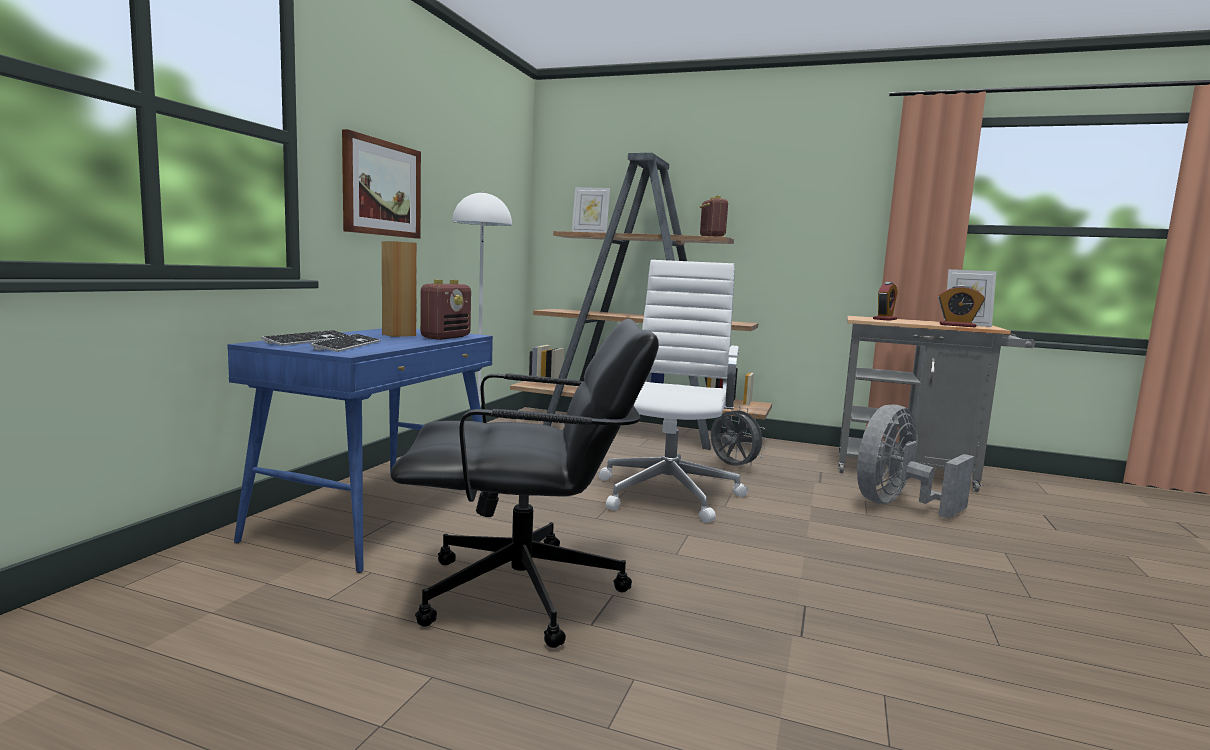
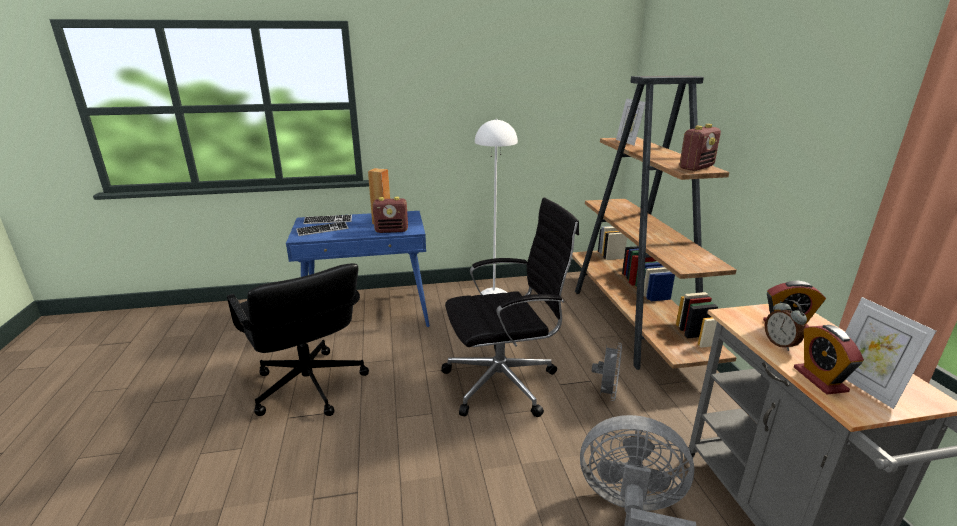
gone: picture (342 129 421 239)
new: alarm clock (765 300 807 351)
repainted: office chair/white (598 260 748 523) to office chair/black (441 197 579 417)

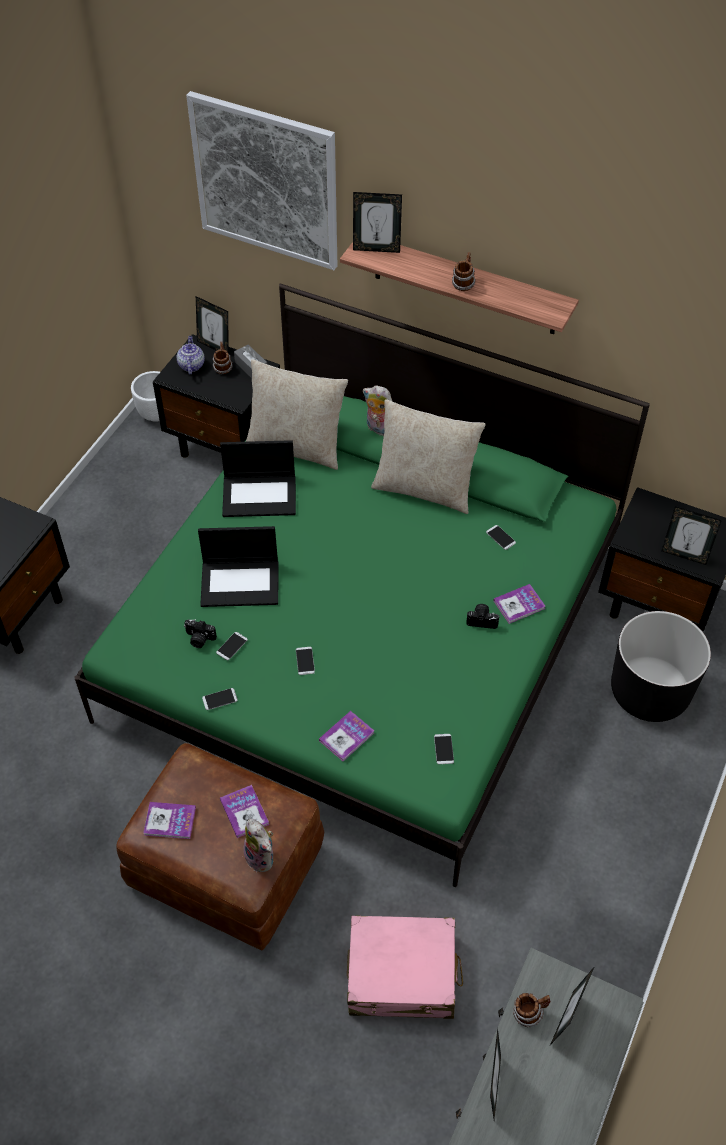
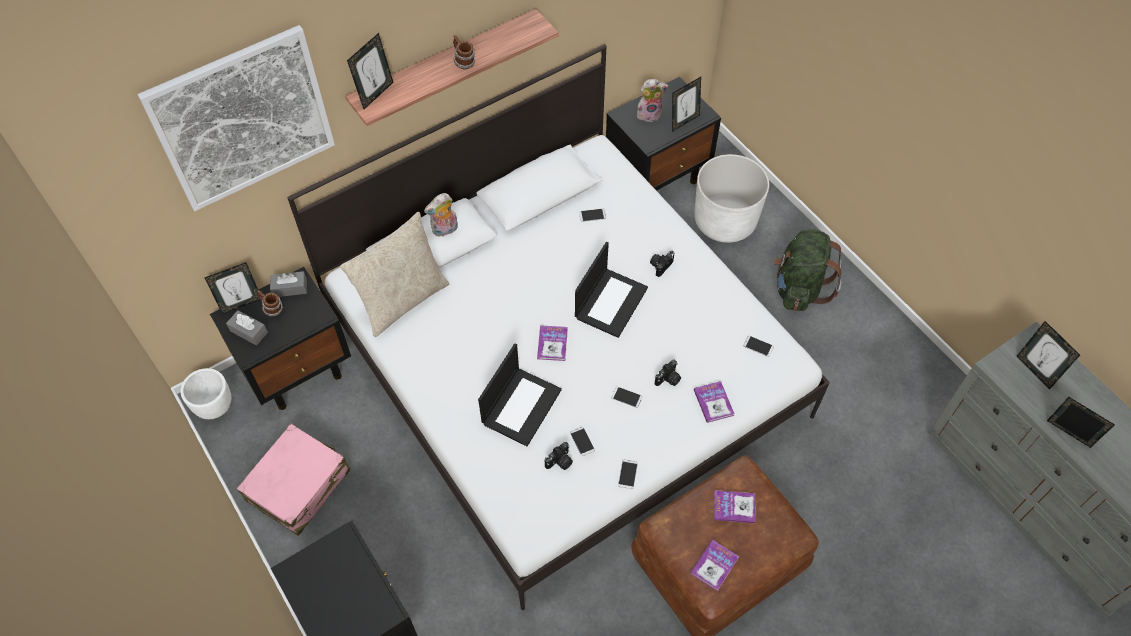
gone: pillow/beige (371 399 486 514); mug (513 993 550 1027)
new: photo camera (655 360 681 386); backpack/green (773 229 842 311)
shifted: suitcase/pink (347 916 463 1019) to (237 424 350 536); book (494 584 545 624) to (537 325 568 361); laptop (220 440 296 517) to (575 242 648 338); plush toy (243 819 273 872) to (637 79 669 122)
swapped: teapot (177 336 205 374) to tissue box/grey (226 310 268 345)
repainted: bed/green (74 284 650 887) to bed/white (287 44 830 610); planter/black (611 611 711 722) to planter/white (694 154 769 243)

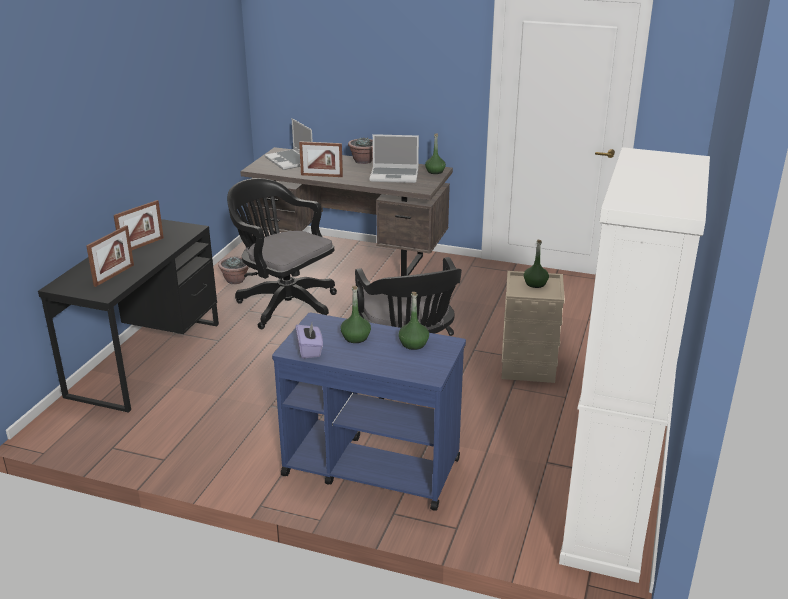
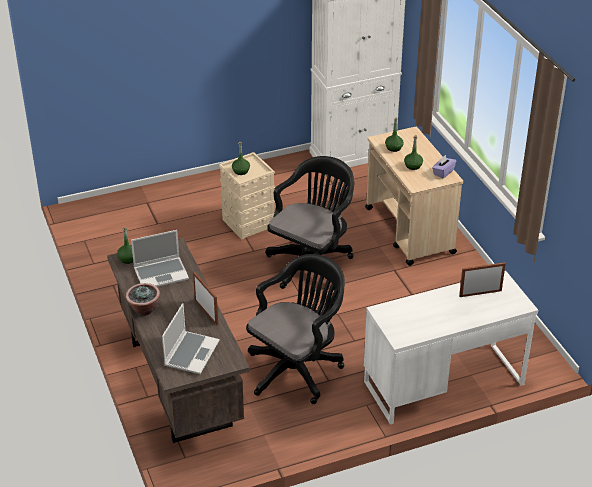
gone: picture frame (114 200 164 250); potted plant (218 257 248 284)
repainted: desk/black (38 219 219 413) to desk/white (364 271 538 425); cart/blue (272 313 466 511) to cart/beige (365 127 463 266)
rotated: laptop (369 134 419 183) = (131 230 189 287) 105 degrees clockwise; office chair/black (227 178 337 329) = (246 254 345 404) 135 degrees counterclockwise

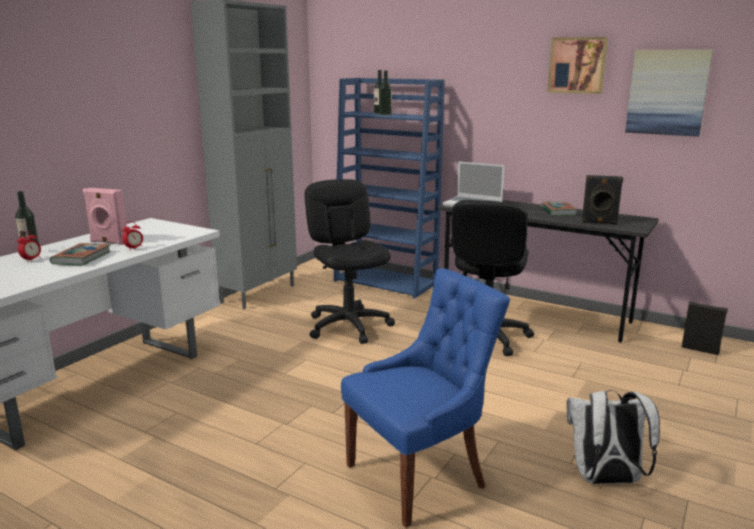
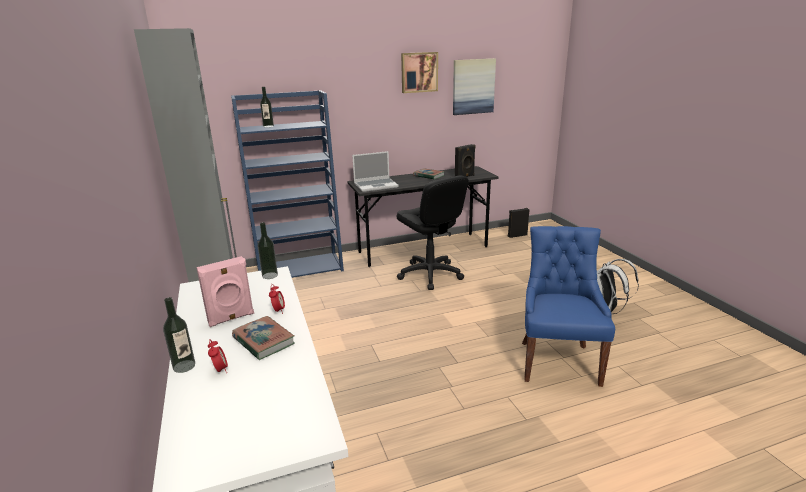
gone: office chair/black (304 179 395 344)
shifted: bottle (380 70 392 116) to (258 222 278 279)

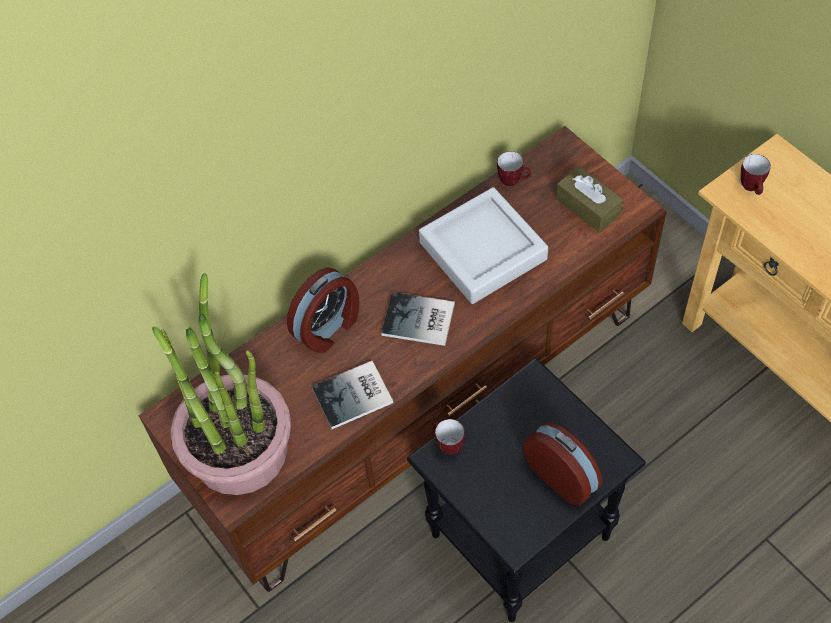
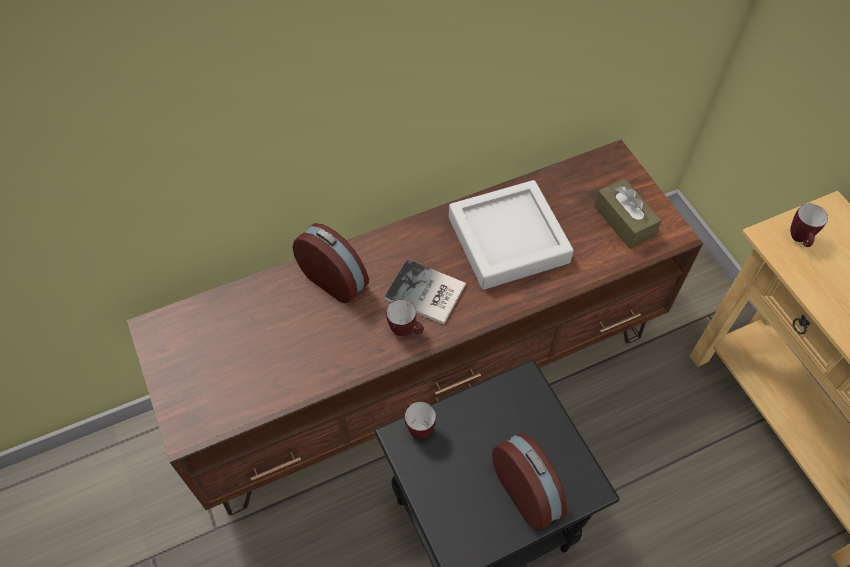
gone: potted plant (152 273 291 495); book (312 361 393 429)
shifted: mug (497 151 531 186) to (386 299 424 336)
rotated: alarm clock (287 267 359 353) = (292 223 369 303) 105 degrees counterclockwise

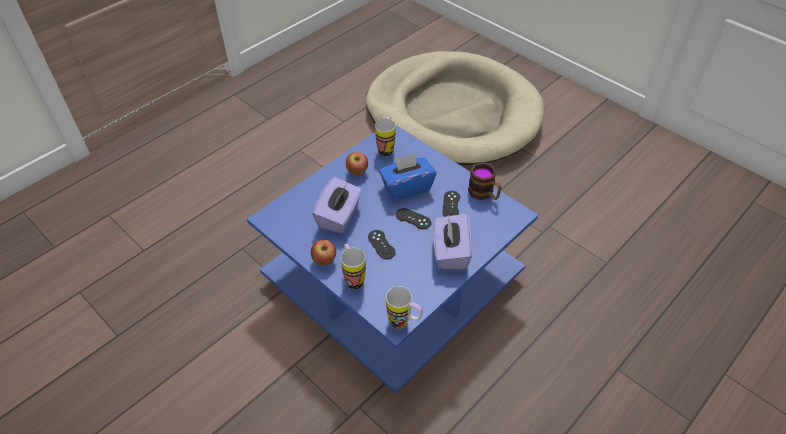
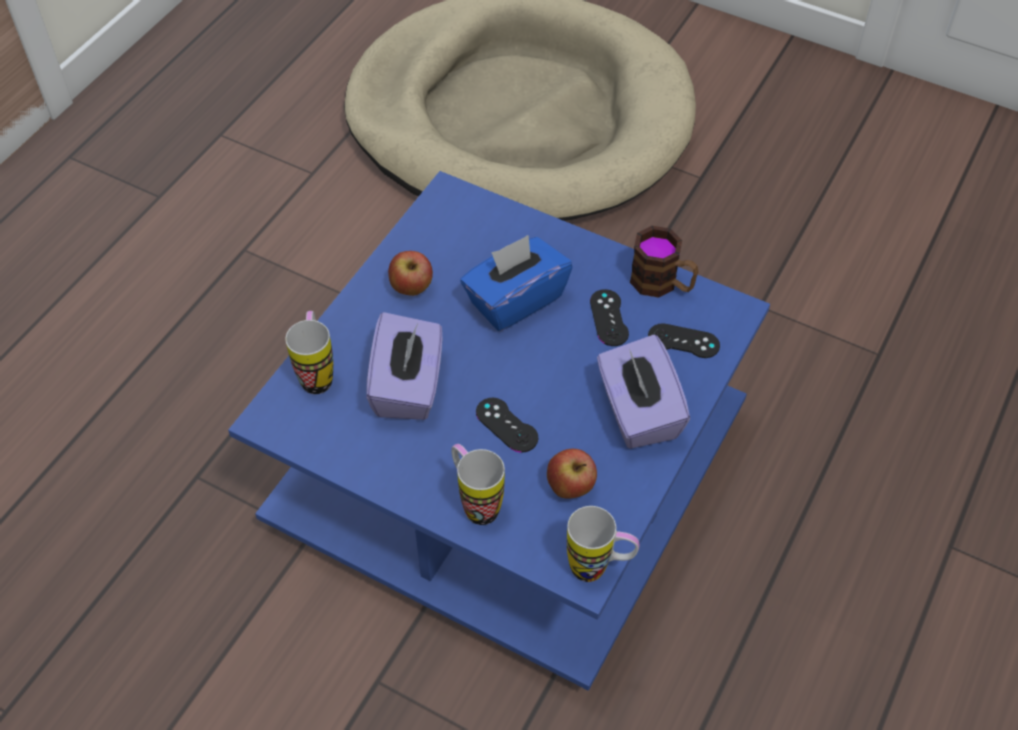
shifted: mug (375 116 396 157) to (285 311 333 394); apple (311 240 336 265) to (547 449 597 498); game controller/black (396 208 431 229) to (648 323 720 358)

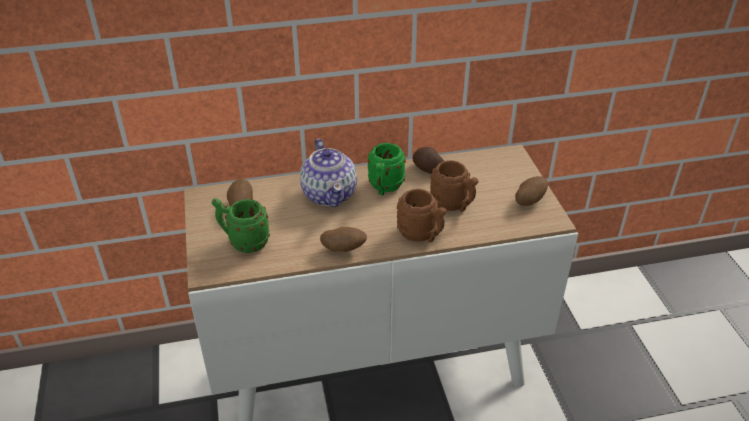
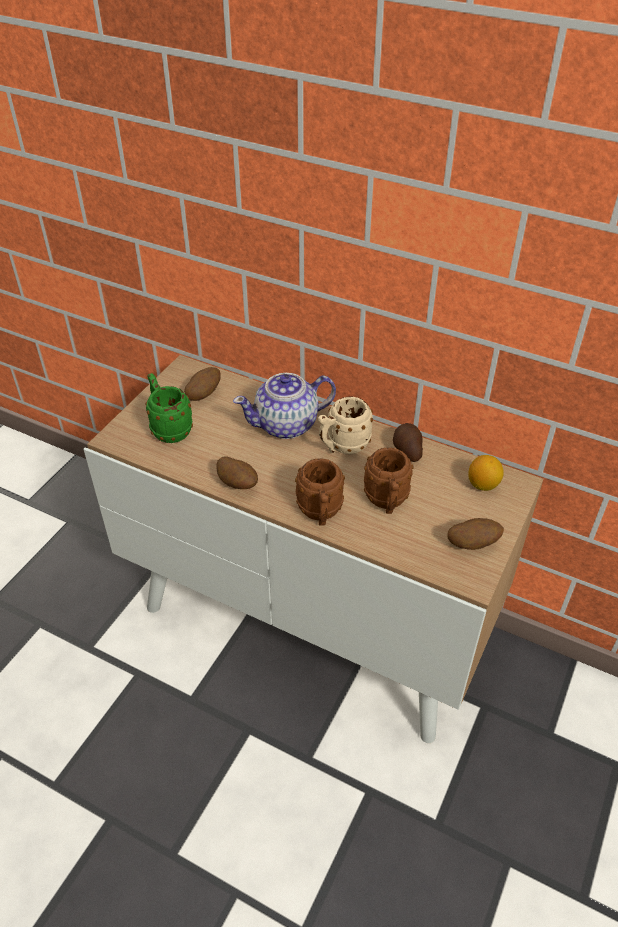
new: lemon (468 455 504 491)
repainted: mug/green (368 143 406 196) to mug/beige (318 397 373 454)
rotated: teapot (300 139 357 207) = (233 373 336 439) 45 degrees clockwise

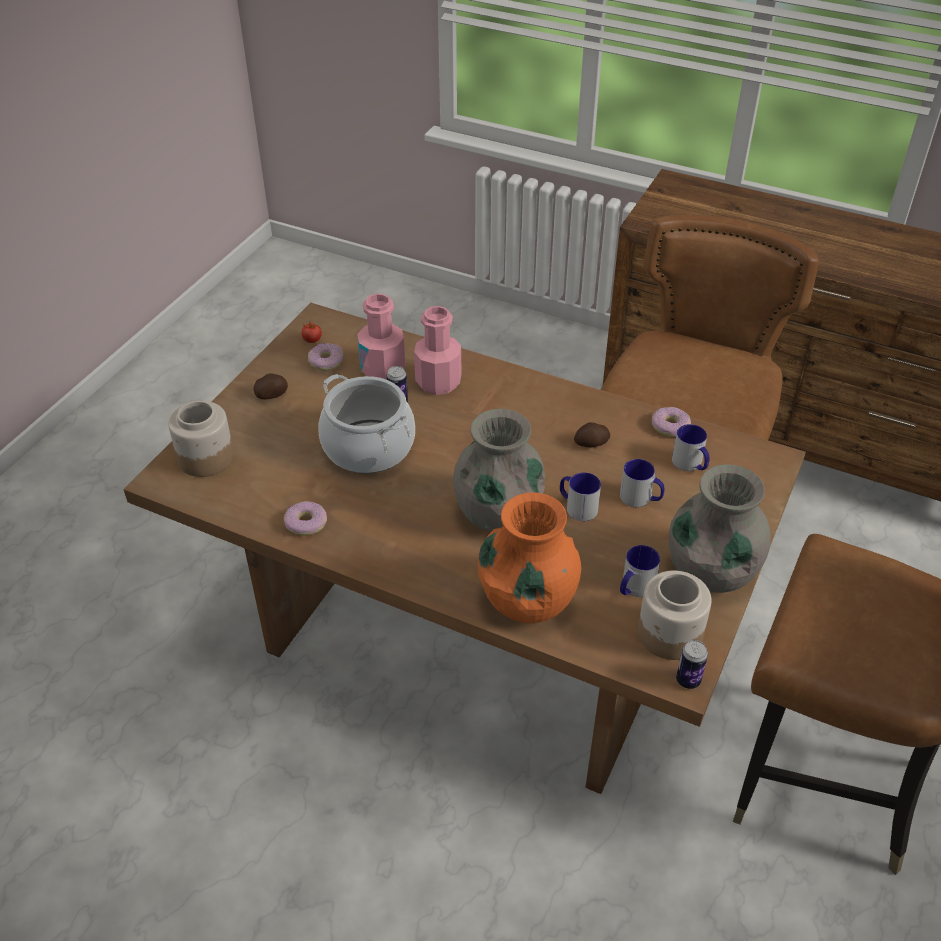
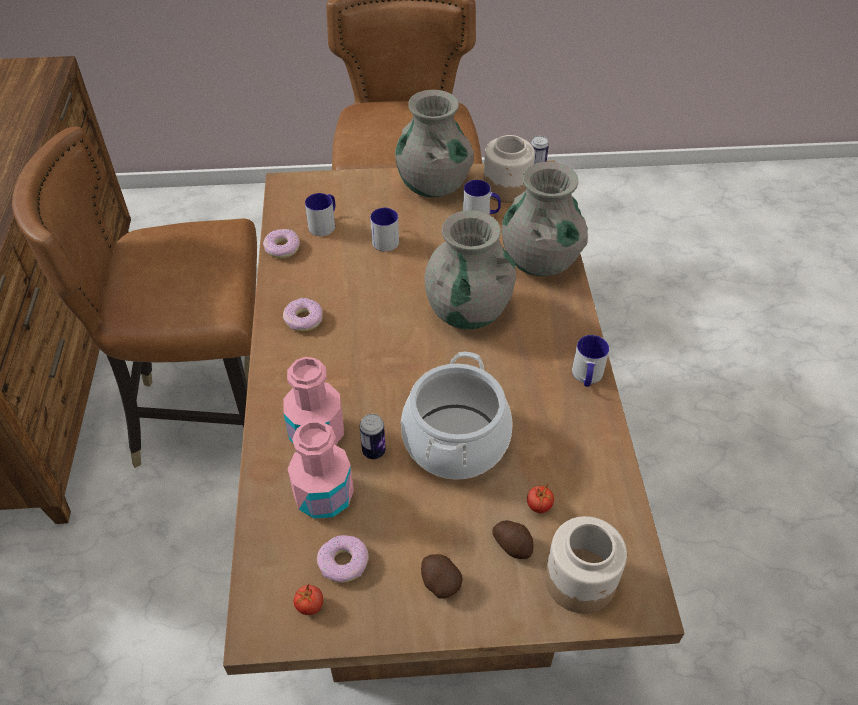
new: tomato (527 484 554 513)
shifted: donut (284 501 327 536) to (283 298 323 331); potato (574 422 610 447) to (493 520 534 559); mug (560 472 601 521) to (572 335 609 387)
repainted: vase/orange (478 492 581 623) to vase/grey (502 162 588 276)

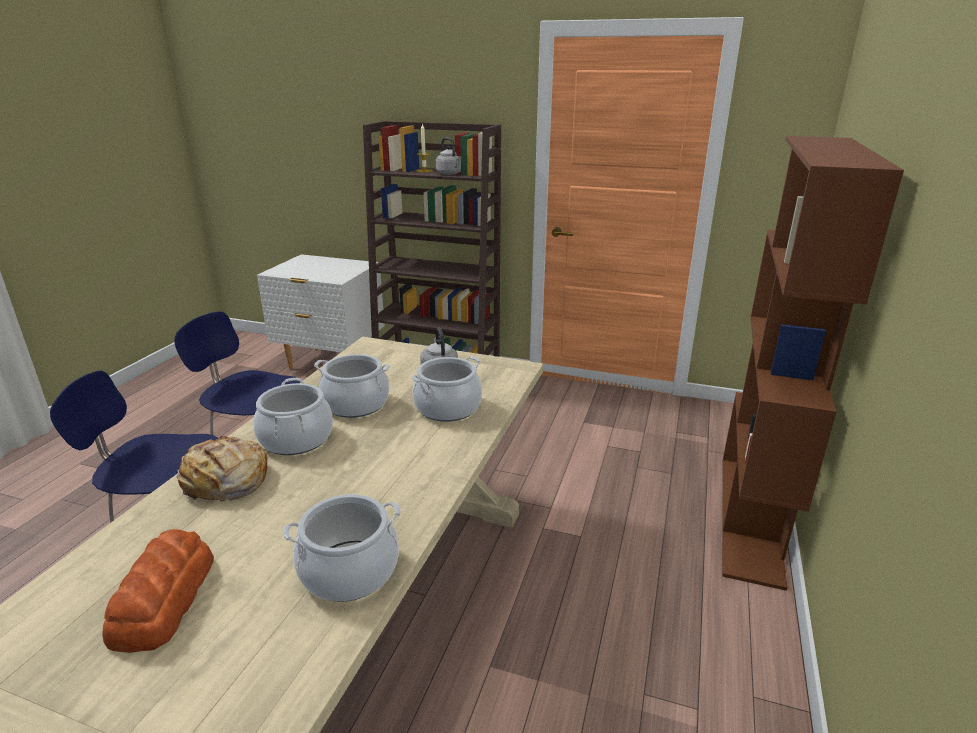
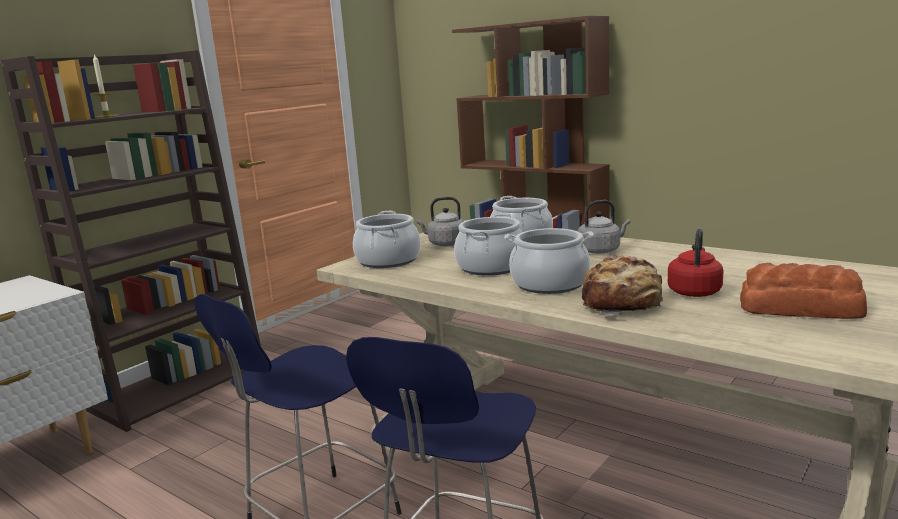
new: kettle/red (668 228 724 297)
shifted: cooking pot (283 494 401 602) to (353 211 421 268); kettle/grey (436 137 461 175) to (578 200 631 254)

